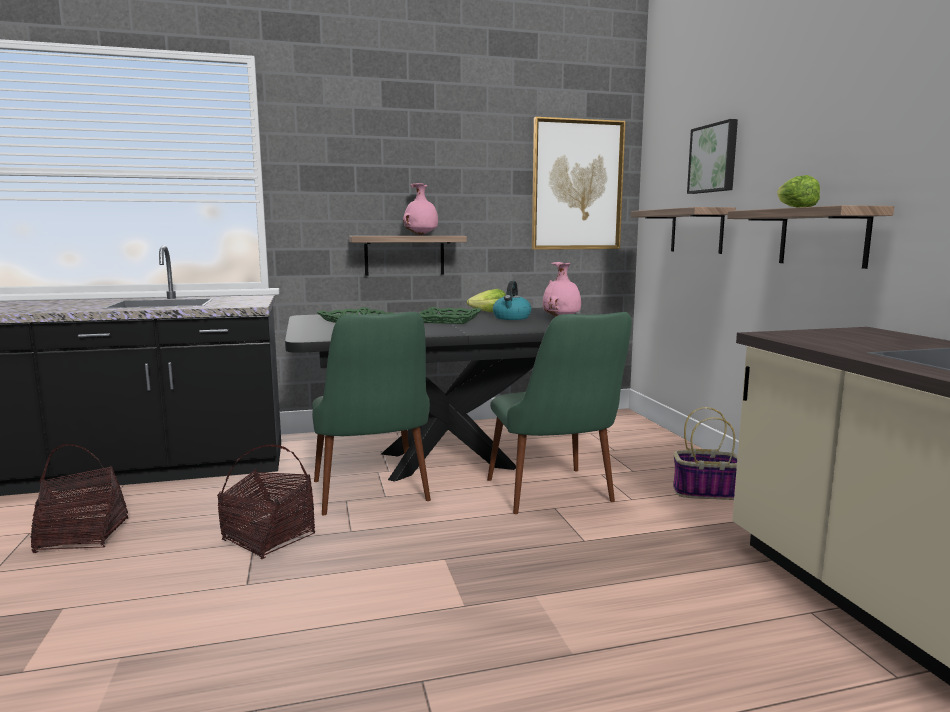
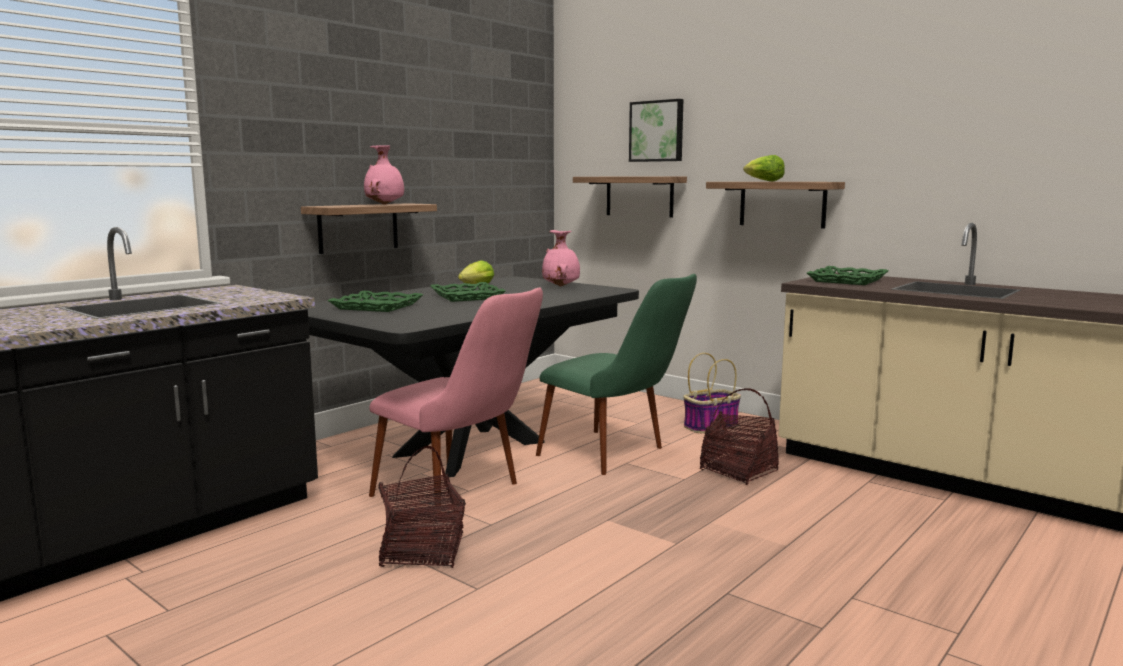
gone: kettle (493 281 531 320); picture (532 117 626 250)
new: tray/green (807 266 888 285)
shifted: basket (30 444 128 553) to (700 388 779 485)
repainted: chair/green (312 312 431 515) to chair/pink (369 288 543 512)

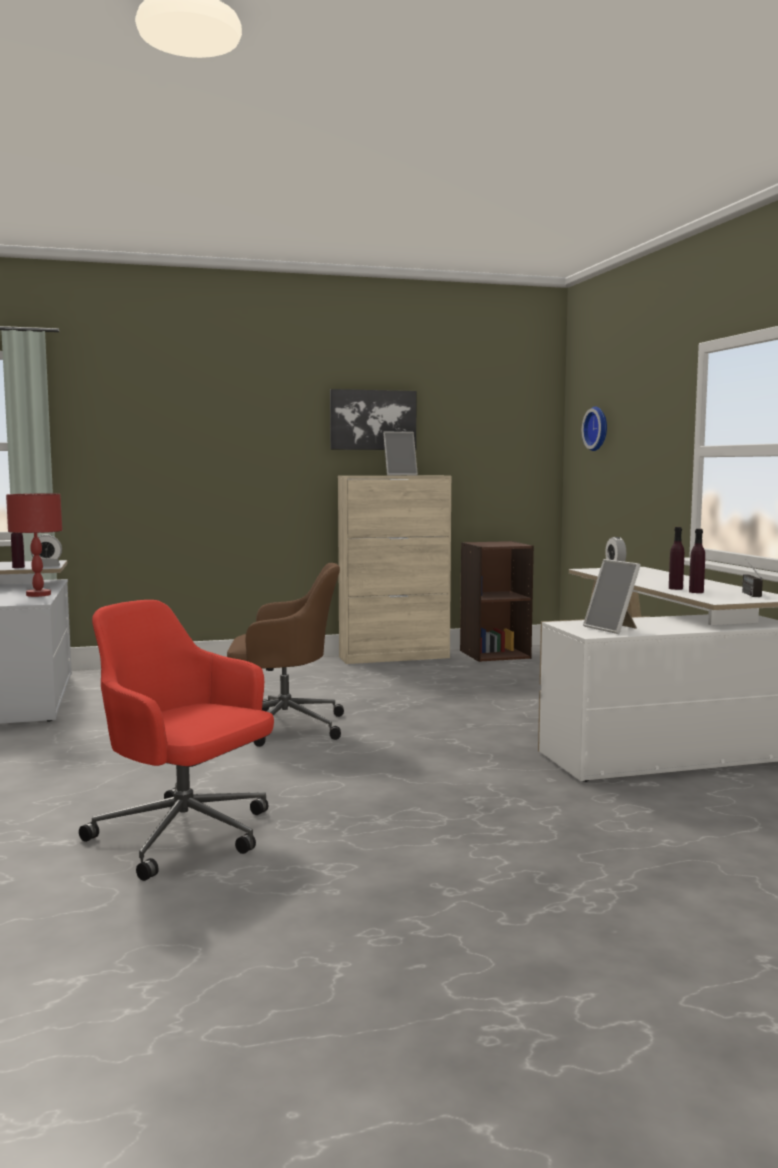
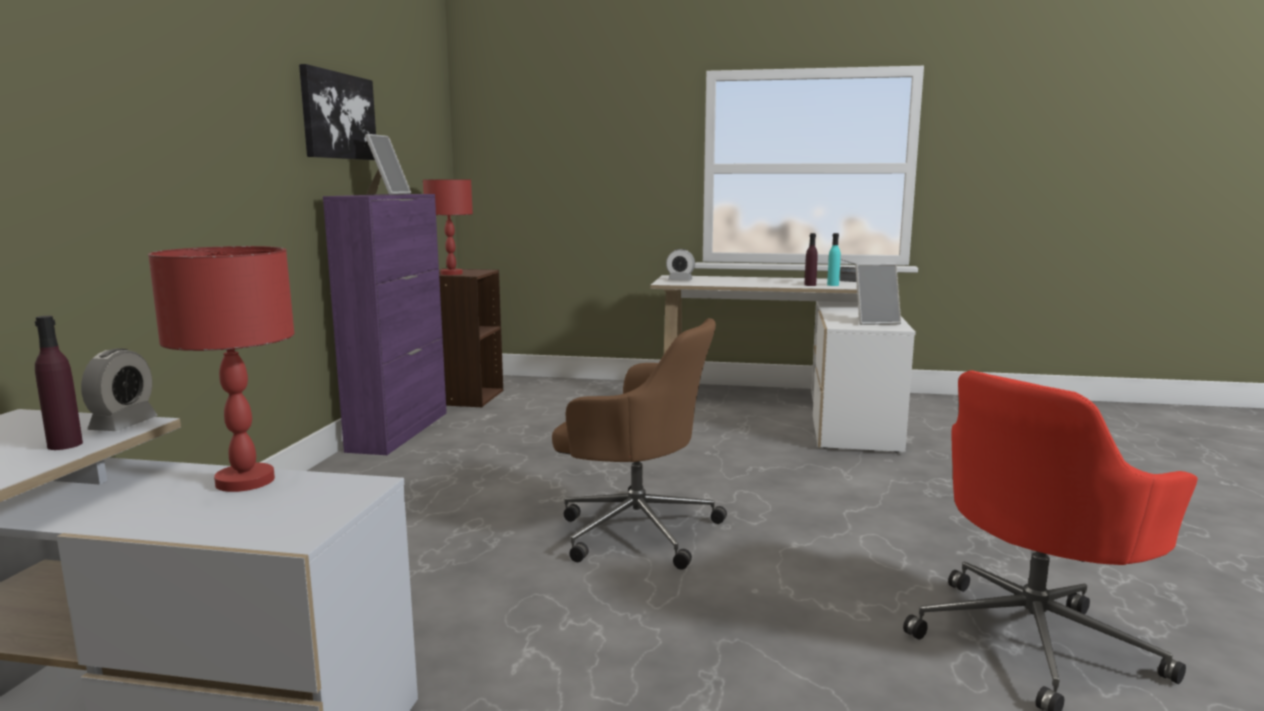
gone: wall clock (582 406 607 451)
new: table lamp/red (423 179 473 275)
repainted: cabinet/beige (338 476 451 664) to cabinet/purple (323 194 447 455); bottle/purple (689 529 705 593) to bottle/turquoise (827 233 841 286)
rotated: office chair/brown (227 563 344 747) = (552 318 727 570) 90 degrees clockwise

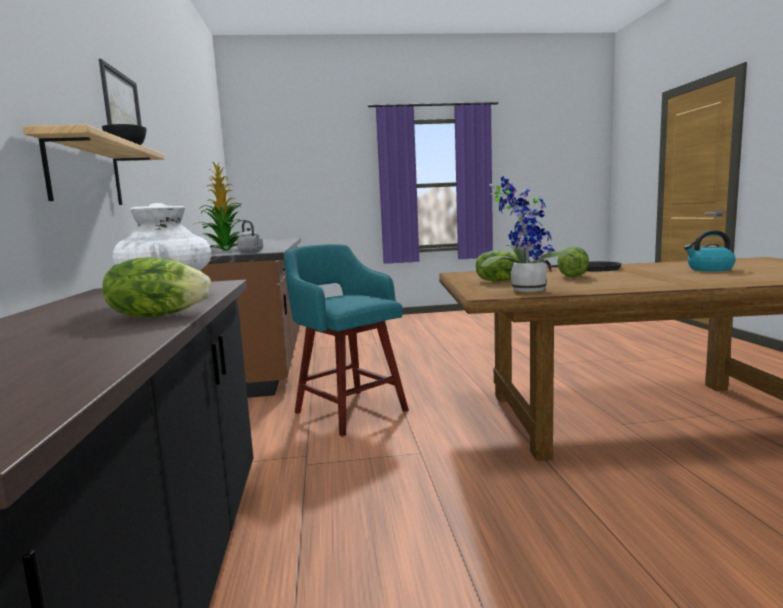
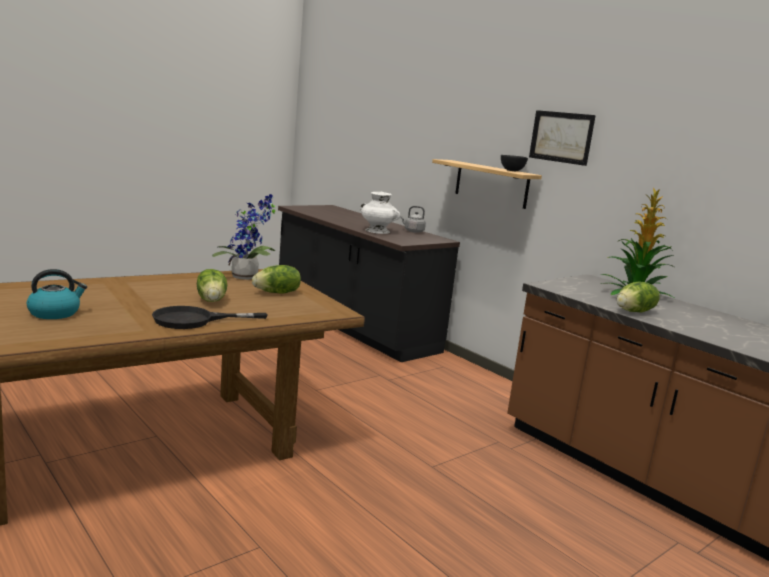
gone: stool/turquoise (284 244 409 437)
shifted: kettle/grey (237 221 263 253) to (400 206 426 233); lettuce (102 257 212 317) to (617 282 660 313)

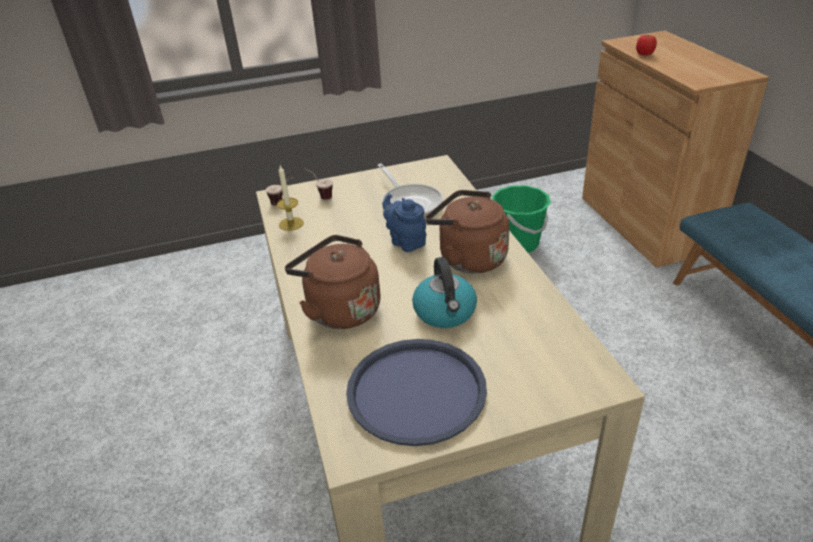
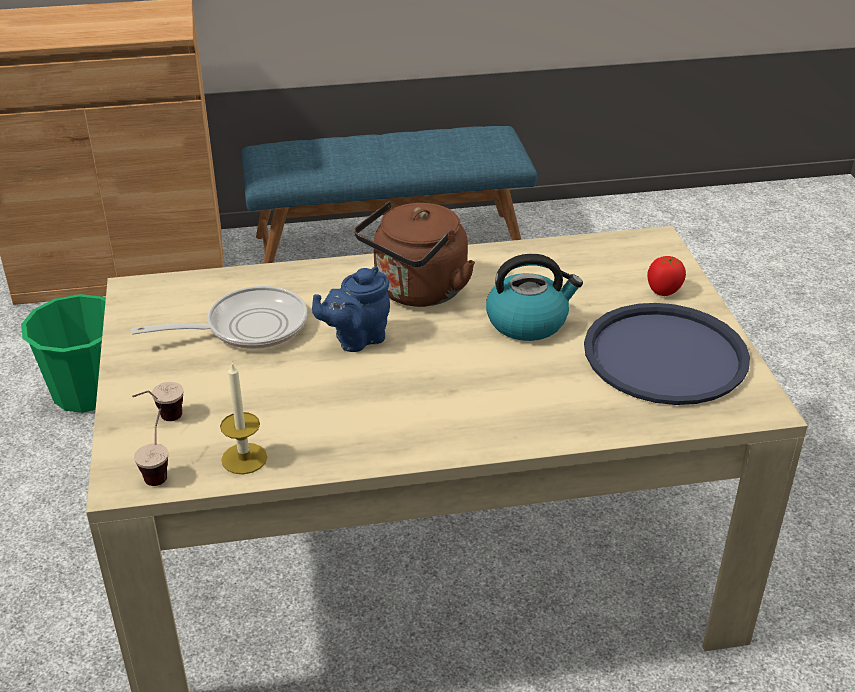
gone: kettle/brown (285 235 381 329)
shifted: tomato (636 35 657 55) to (647 256 686 296)

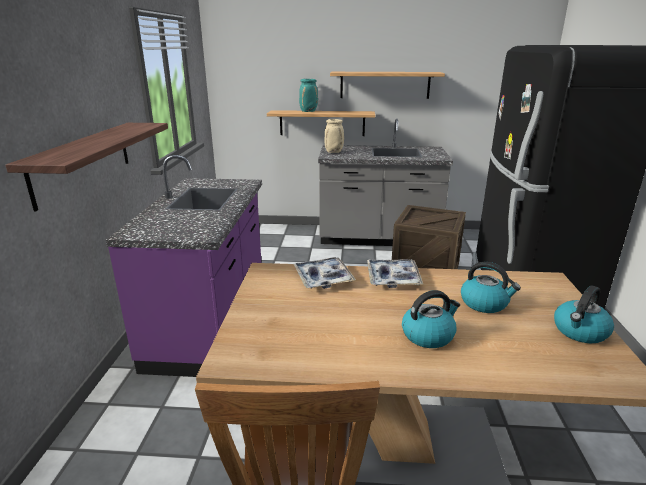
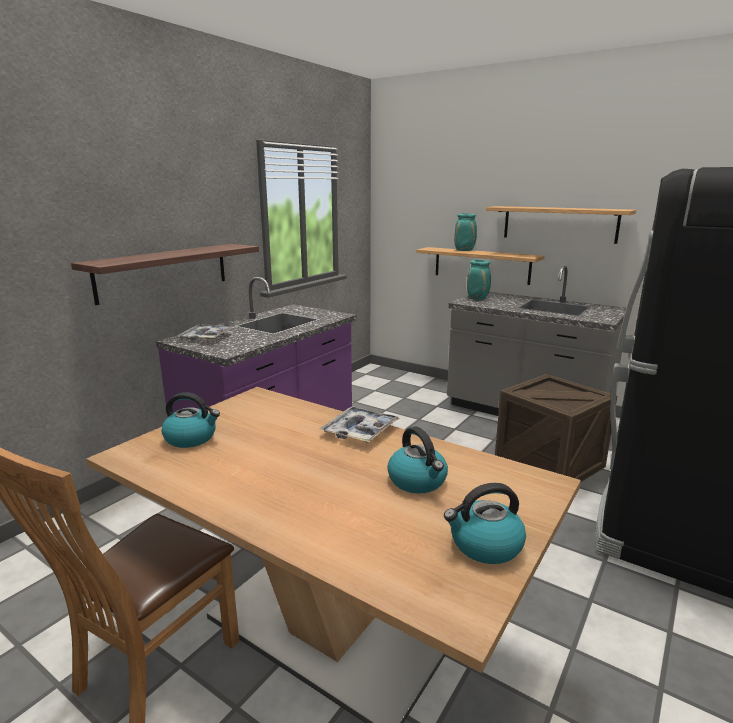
shifted: kettle (402 290 460 348) to (161 392 220 448); tray (293 257 356 289) to (177 324 235 340)
repainted: vase/beige (324 119 344 153) to vase/turquoise (467 260 491 300)

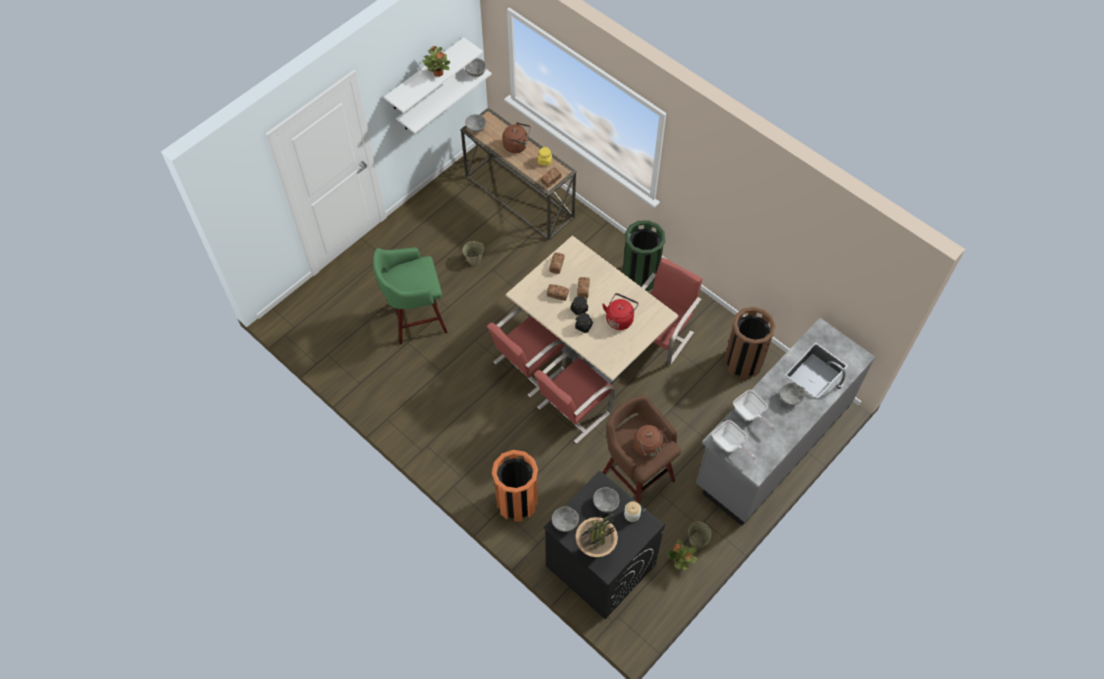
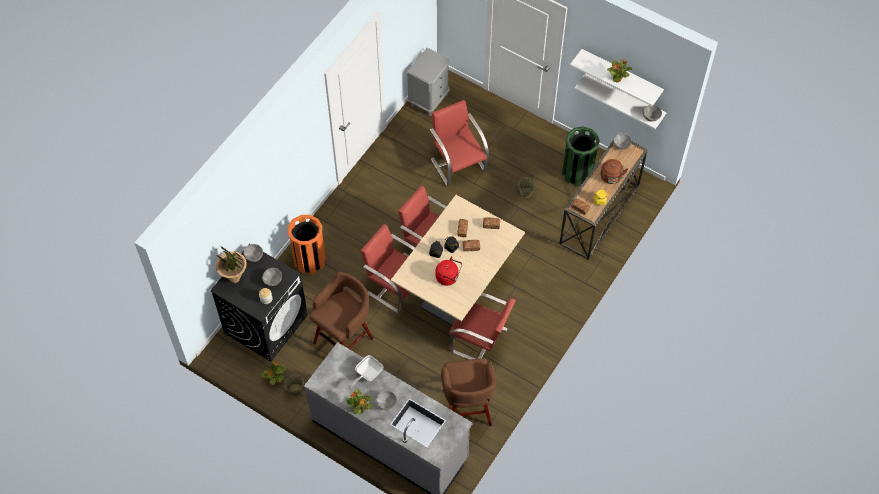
gone: kettle/brown (633 425 669 457); frying pan (712 420 756 460)
new: potted plant (346 389 373 414); nightstand/grey (407 48 450 116)
shifted: trash can/green (622 220 666 292) to (562 126 600 186)
swapped: stool/green (373 247 448 344) to chair/red (430 100 489 186); trash can/brown (724 307 776 379) to stool/brown (441 358 496 426)

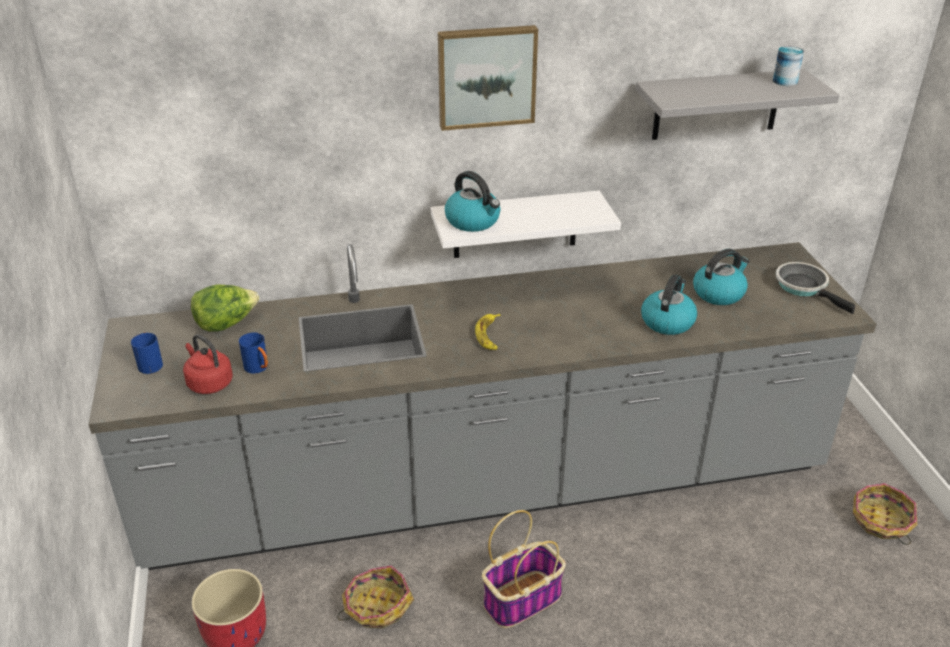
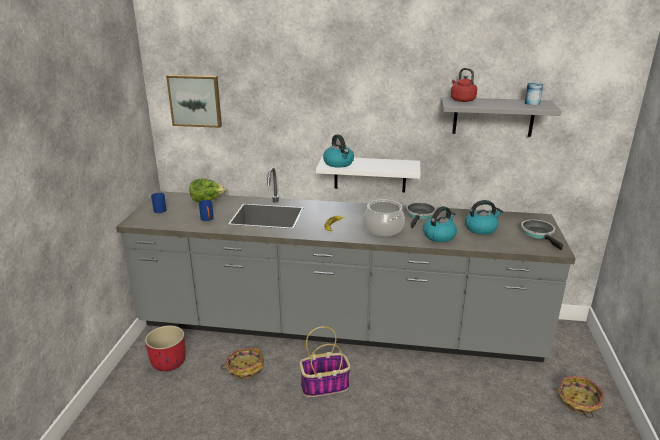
new: cooking pot (364 200 405 236); frying pan (406 202 437 228)
shifted: picture (438 25 538 131) to (166 75 222 128); kettle/red (183 334 233 394) to (451 68 477 102)

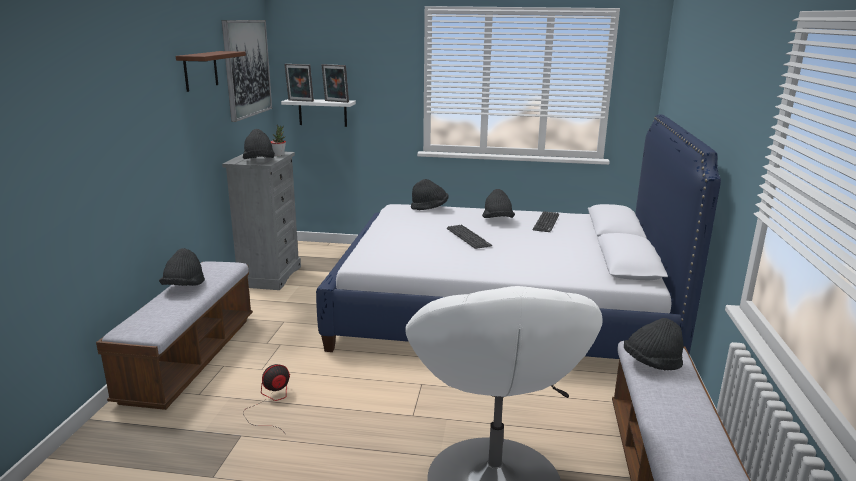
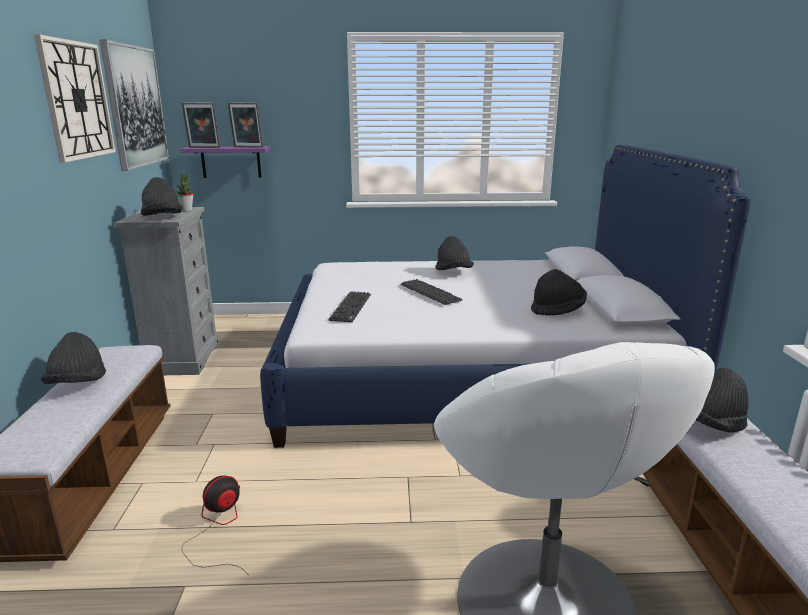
shifted: keyboard (533 211 559 232) to (328 291 371 322); hat/black (411 179 448 210) to (531 269 587 316)
swapped: shelf/brown (176 51 246 92) to wall clock (34 34 116 163)
repainted: shelf/white (281 99 356 127) to shelf/purple (180 146 271 178)

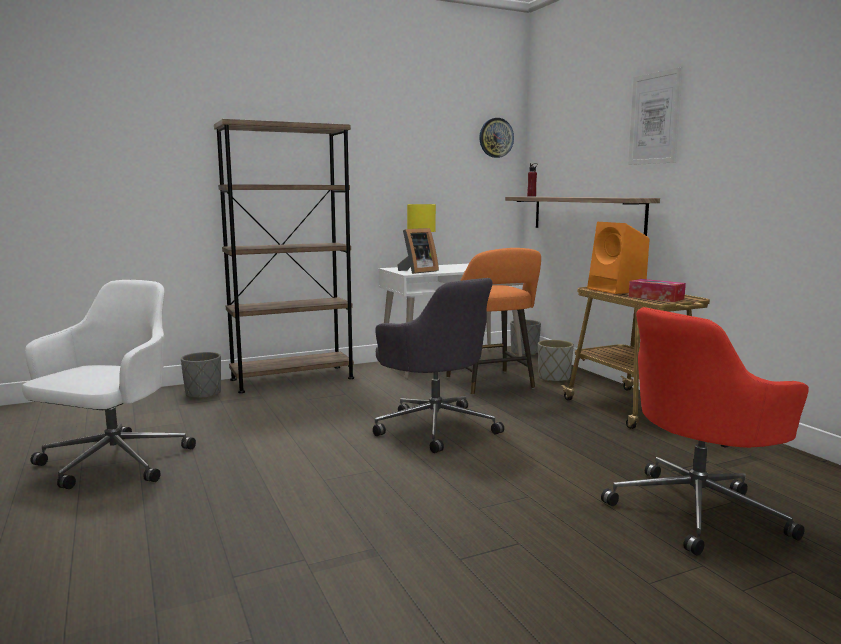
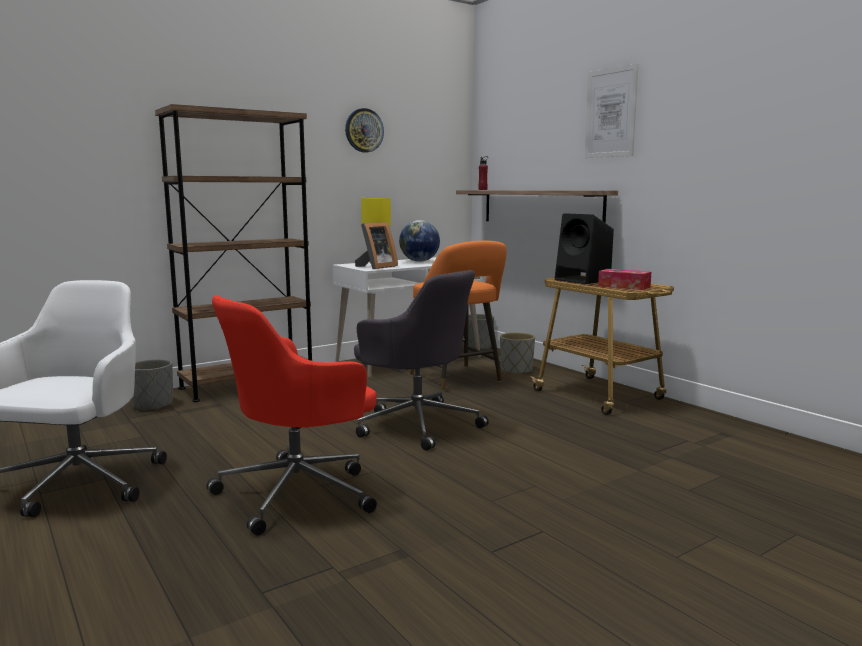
new: globe (399 220 440 262)
shifted: office chair/red (601 307 809 556) to (207 295 377 536); wall clock (479 118 514 158) to (345 108 384 153)
repainted: speaker/orange (587 222 650 294) to speaker/black (555 213 614 284)

